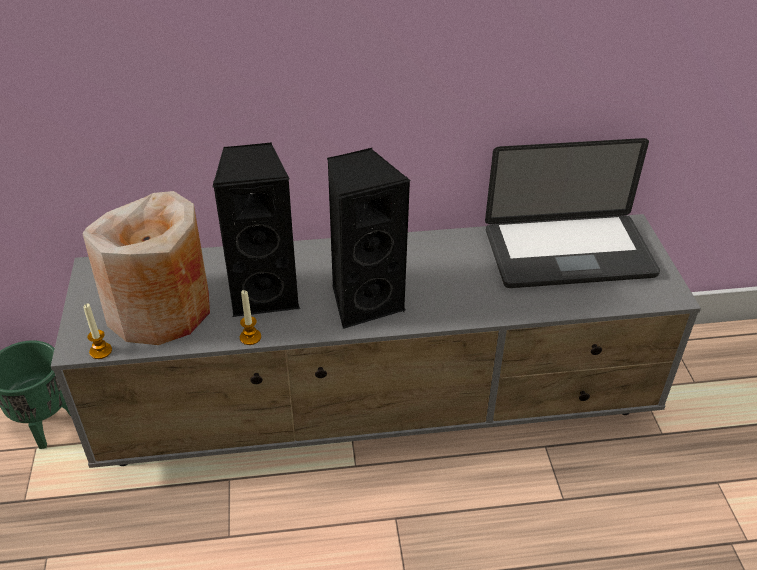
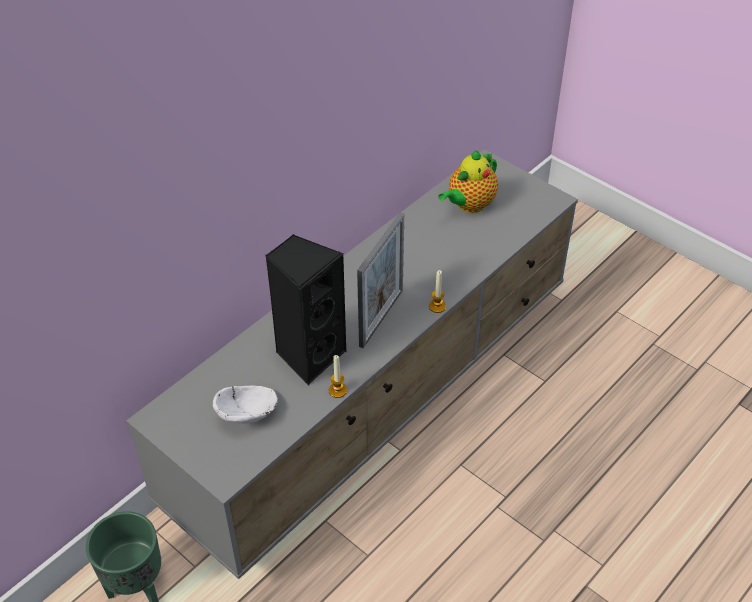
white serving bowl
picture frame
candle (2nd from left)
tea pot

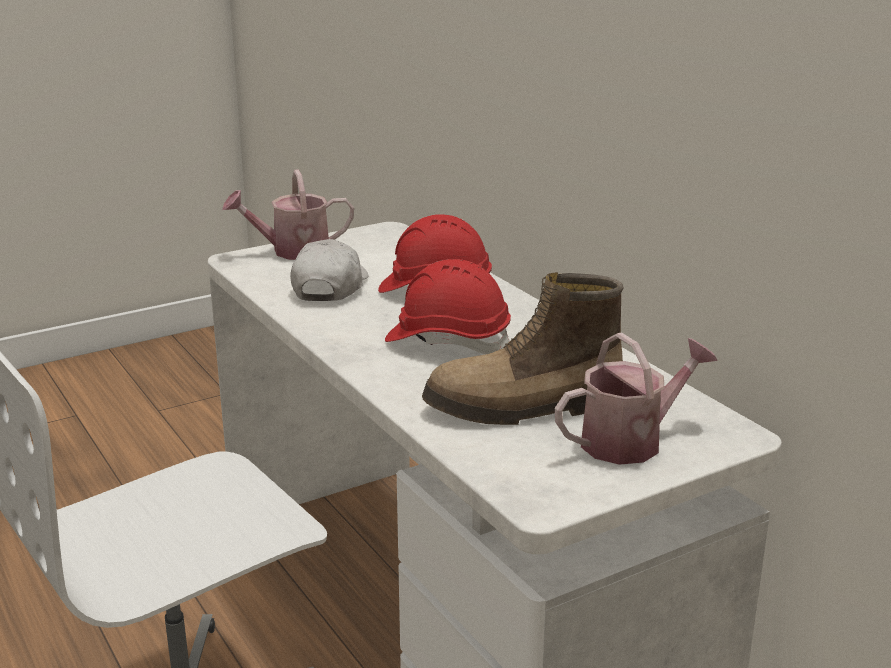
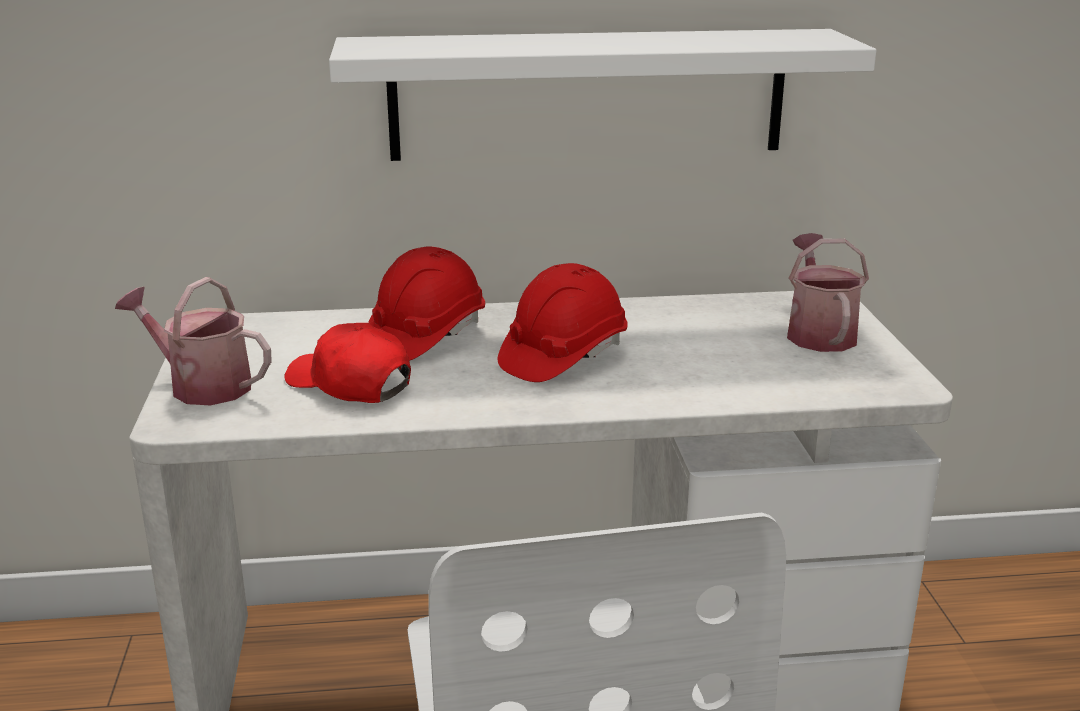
watering can (1st from left)
reddish baseball cap
white wall shelf
boot

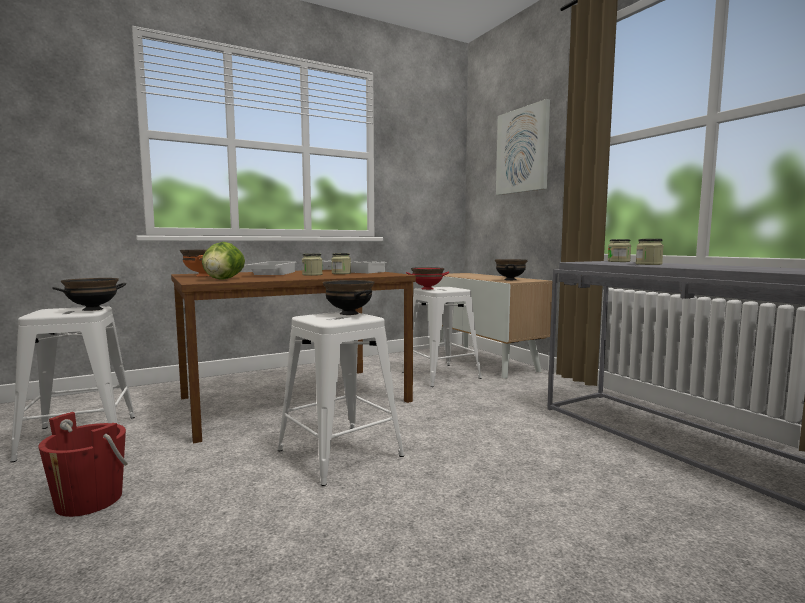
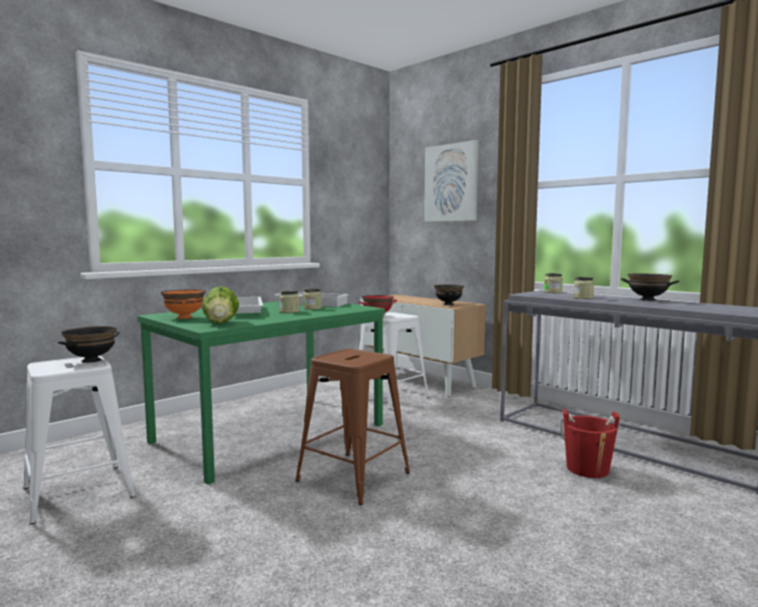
green-coloured dinner table
brownish stool
reddish pail
black serving bowl (3rd from left)

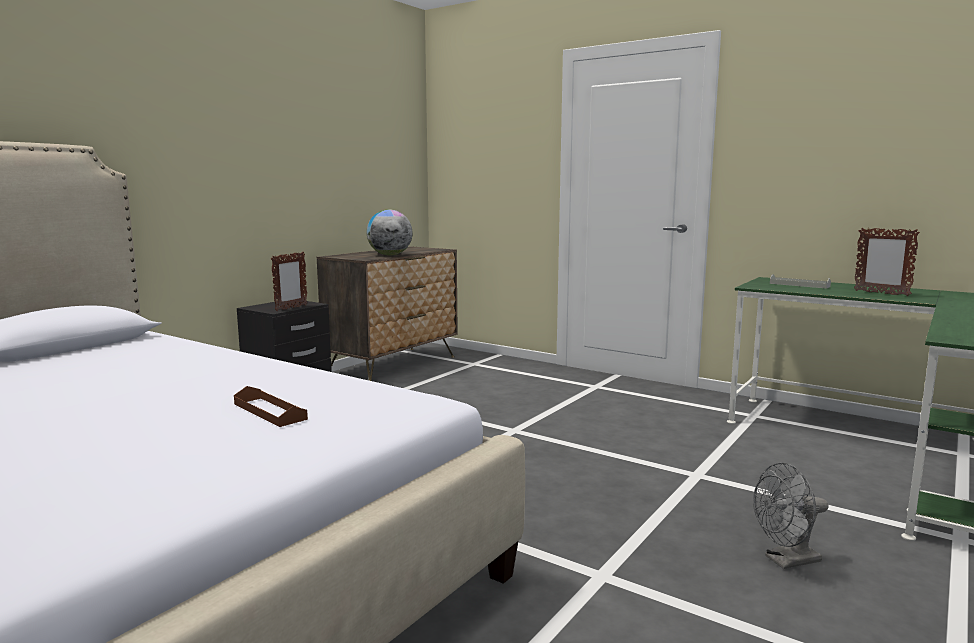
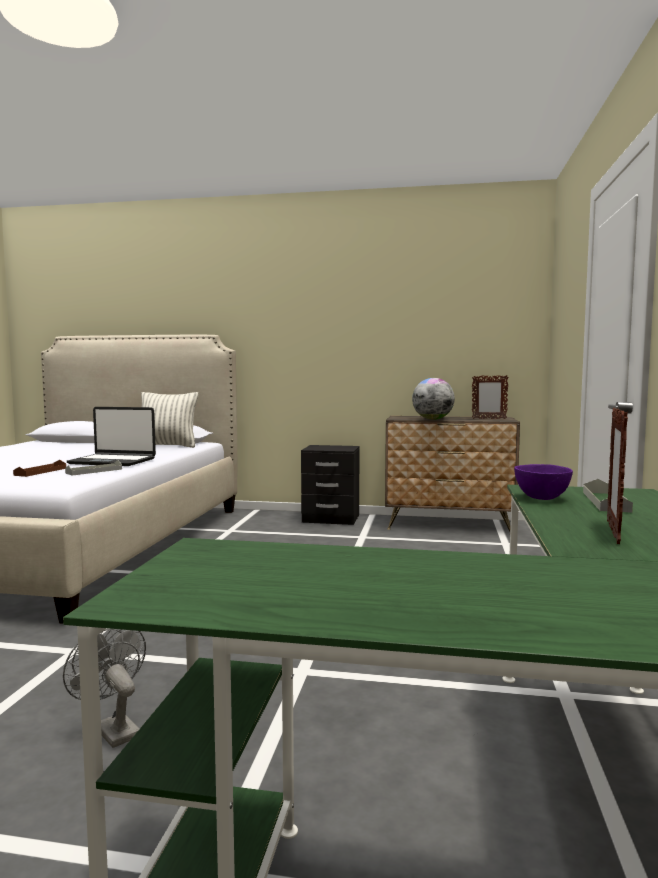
greyish carrying tray (1st from left)
portable computer
cushion
picture frame (1st from left)
purple-coloured serving bowl

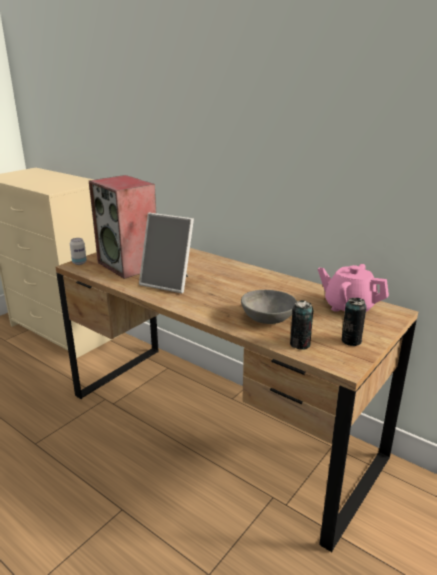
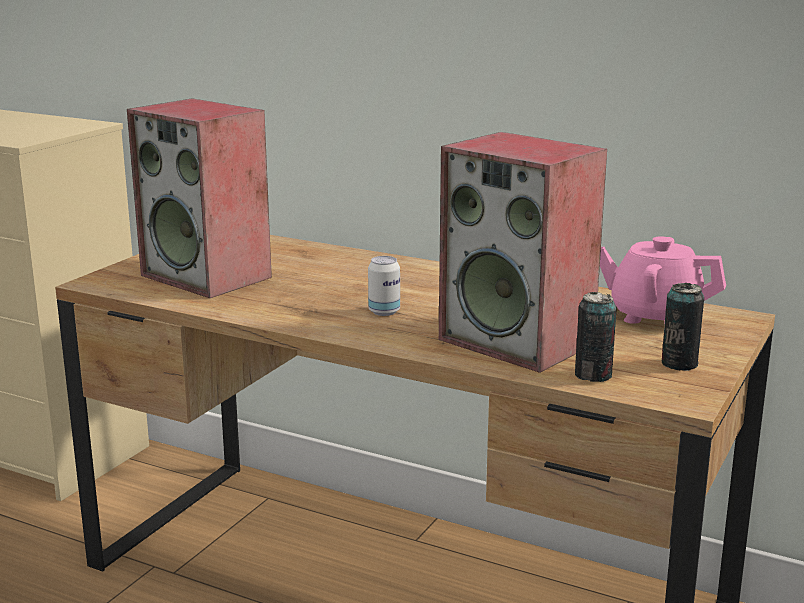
can (1st from left)
audio speaker (2nd from left)
picture frame

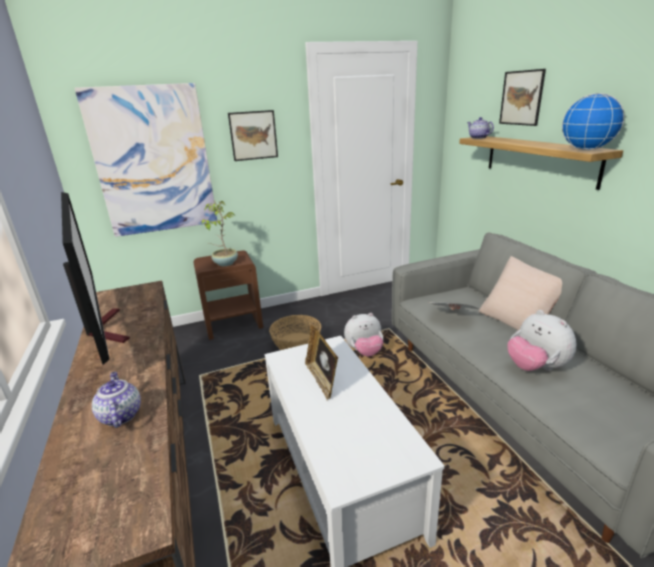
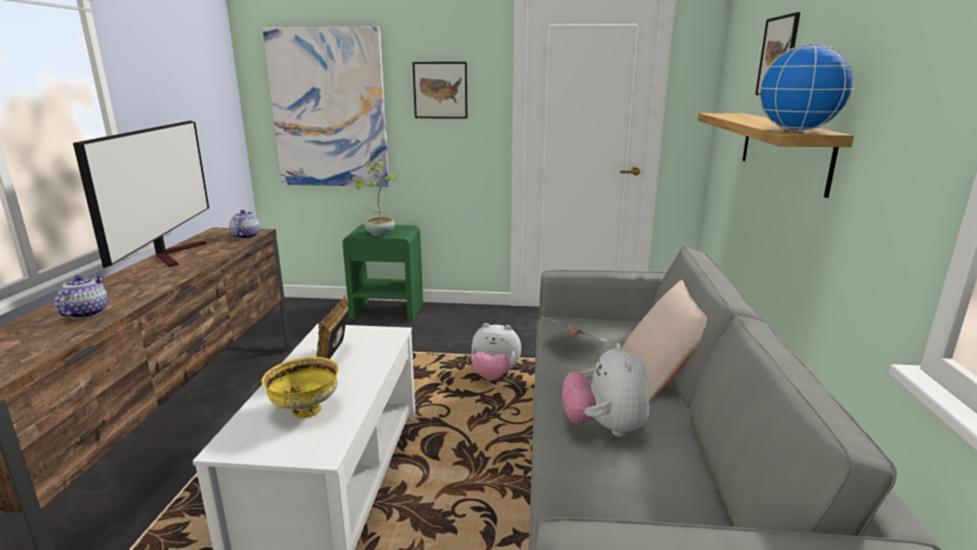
tea pot (2nd from left)
yellow-coloured serving bowl
green-coloured bedside table
storage basket

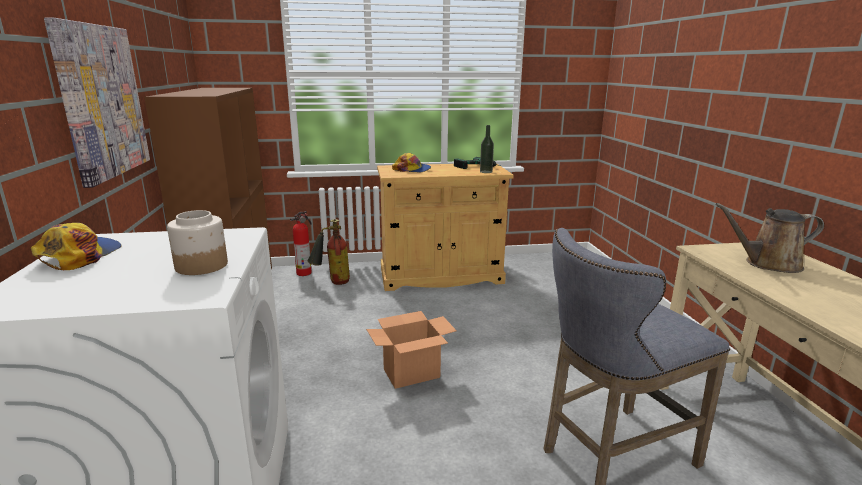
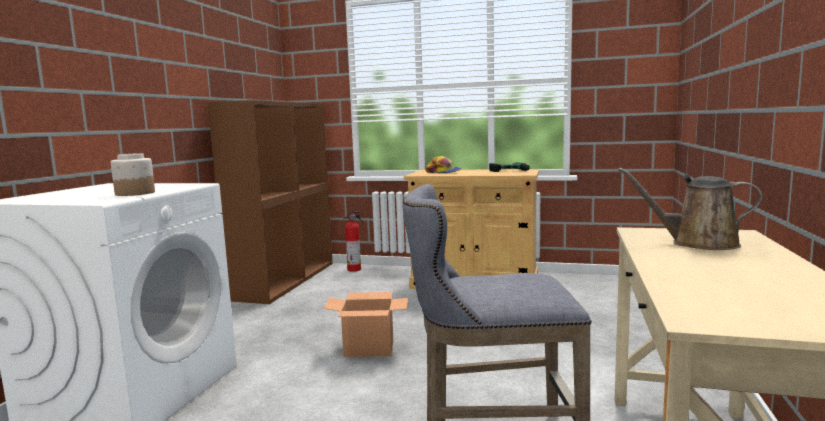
baseball cap (1st from left in the first image)
wall art
fire-fighting cylinder (2nd from left in the first image)
drink bottle

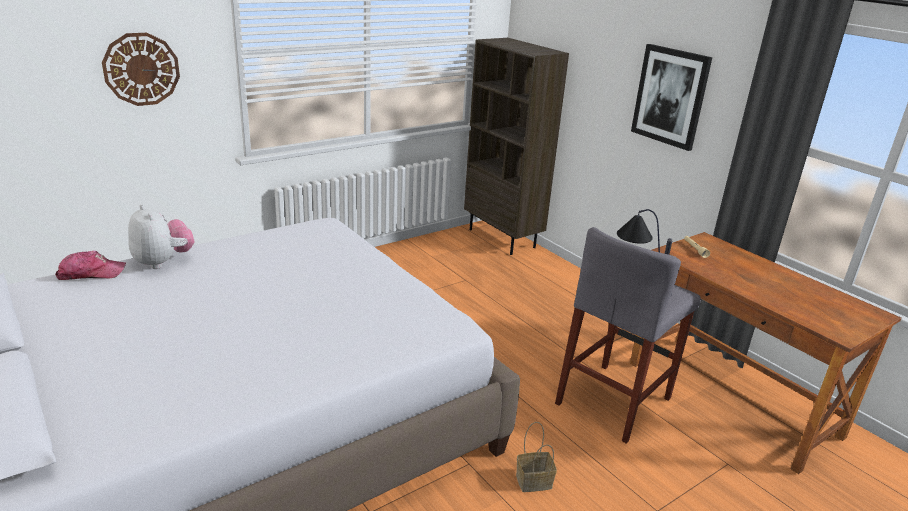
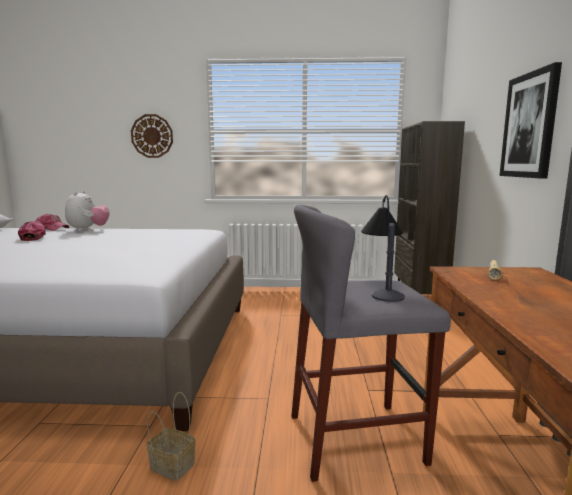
baseball cap (1st from left)

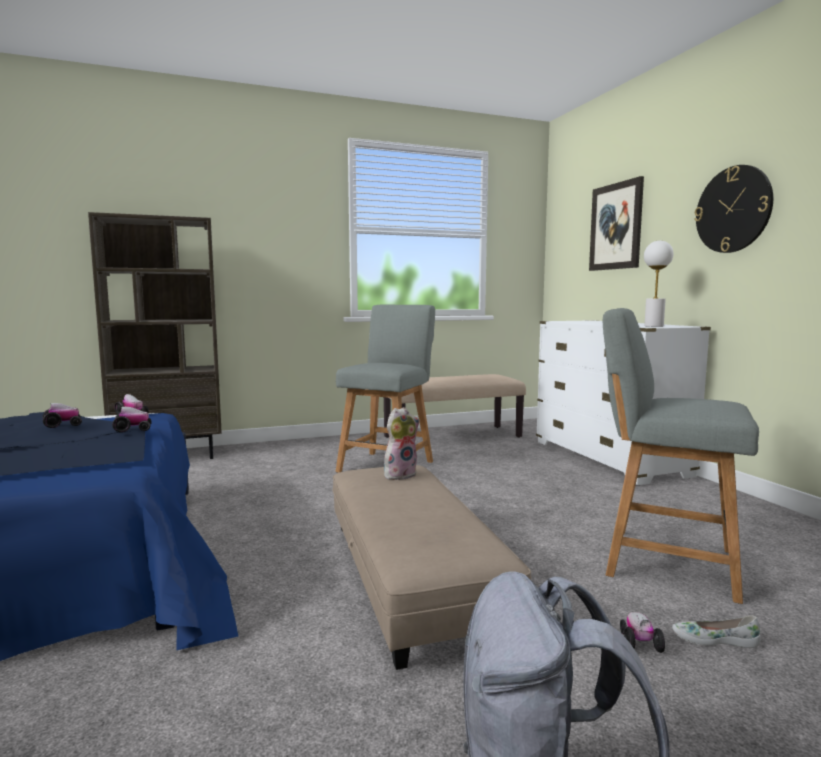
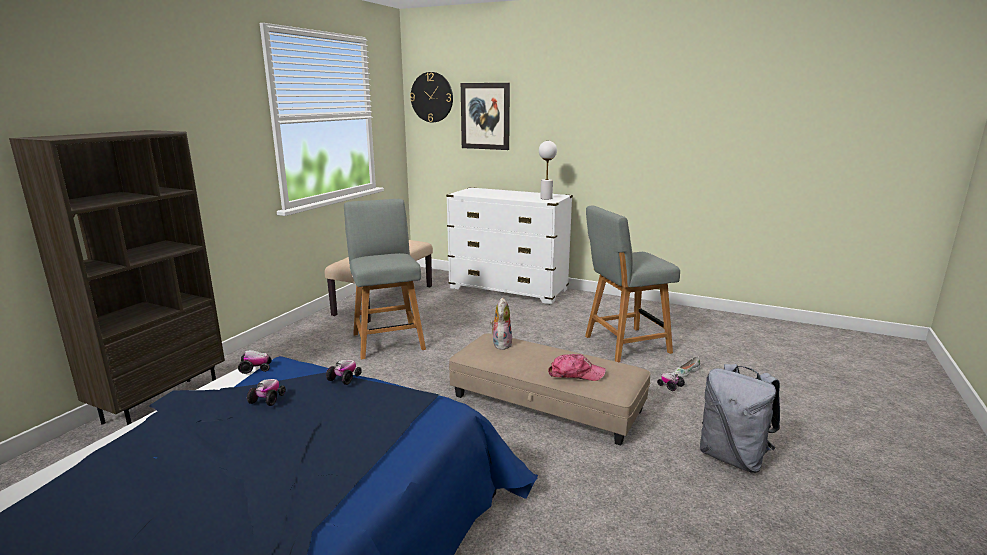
hanging clock
baseball cap

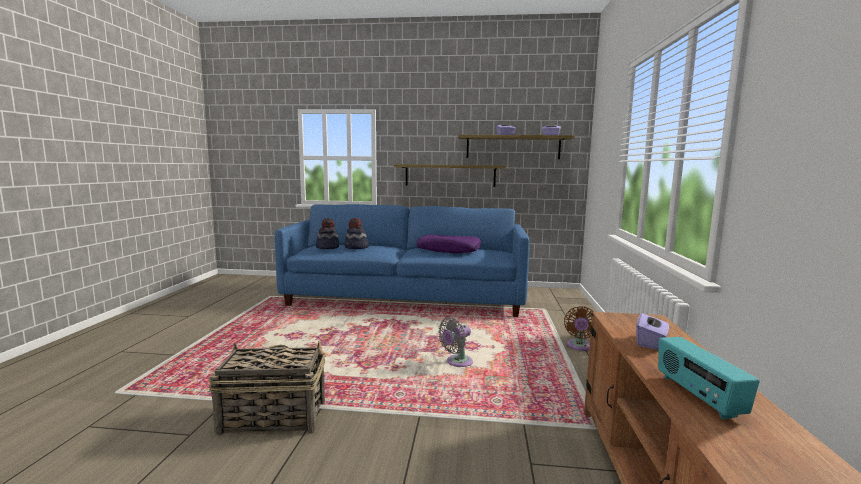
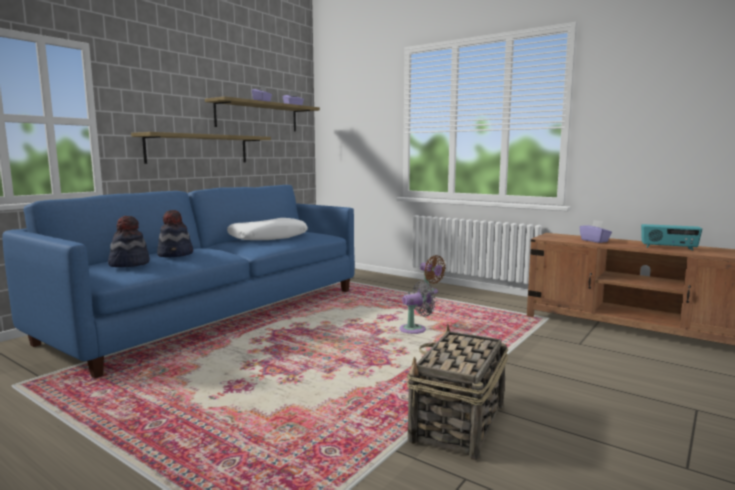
white cushion
greyish electric fan

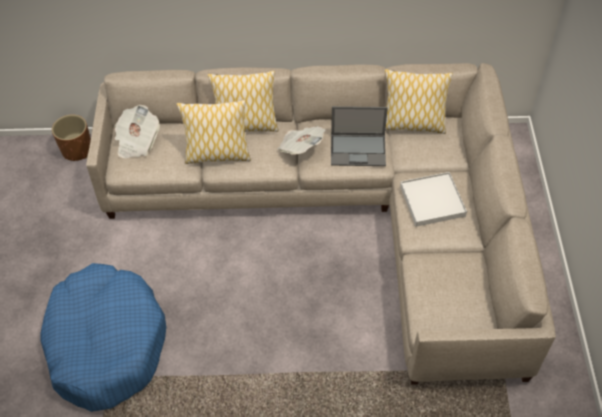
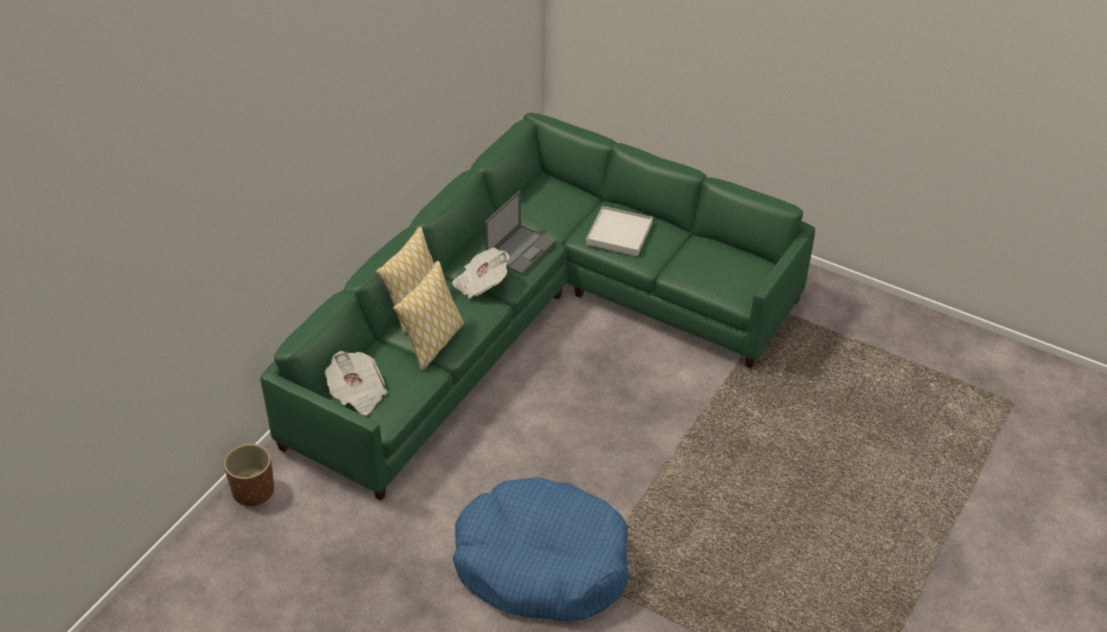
green-coloured settee
cushion (3rd from left in the first image)

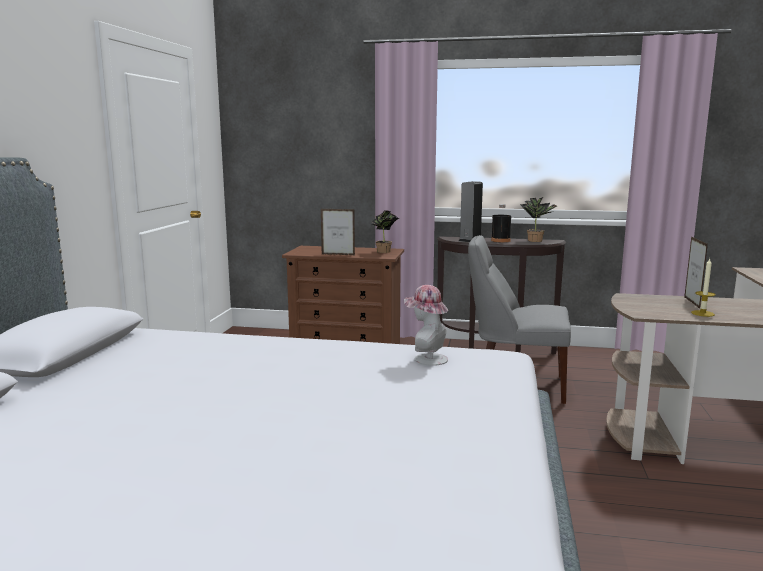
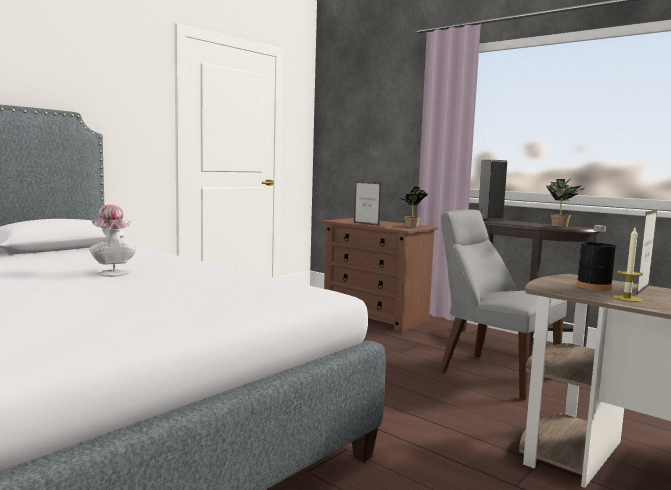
wearable hat
black drink bottle

